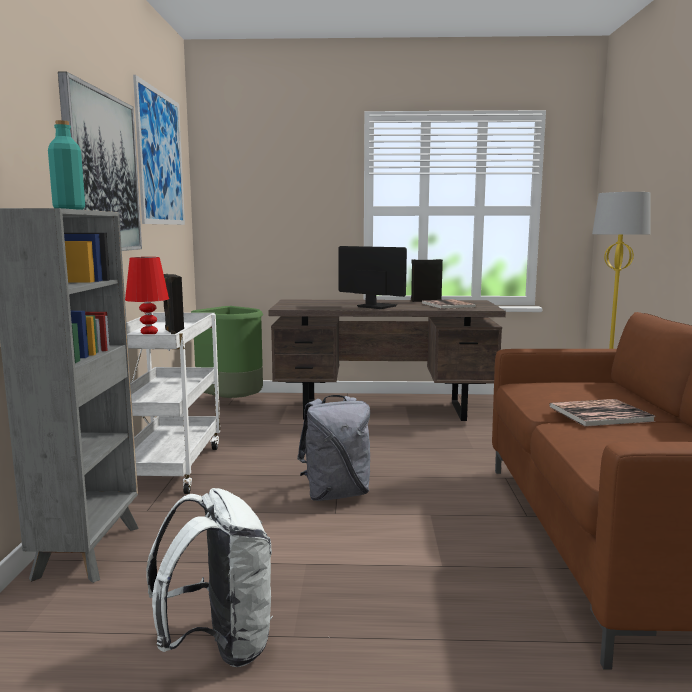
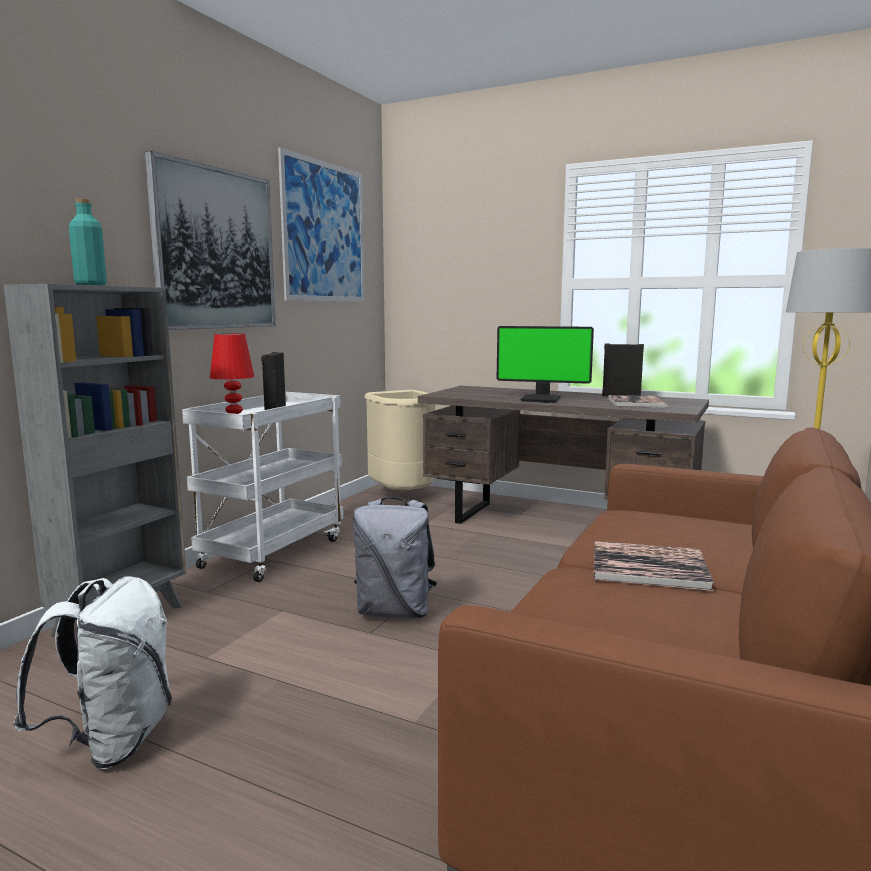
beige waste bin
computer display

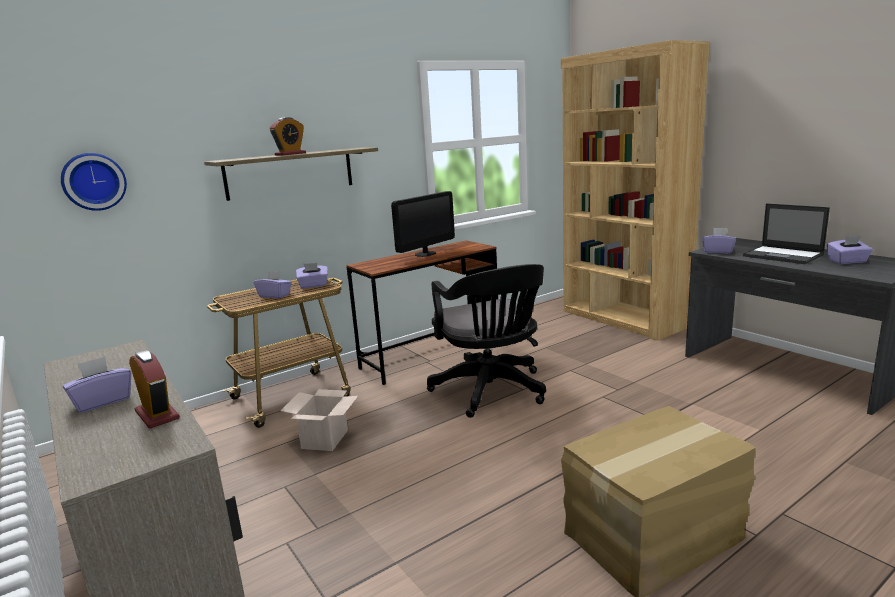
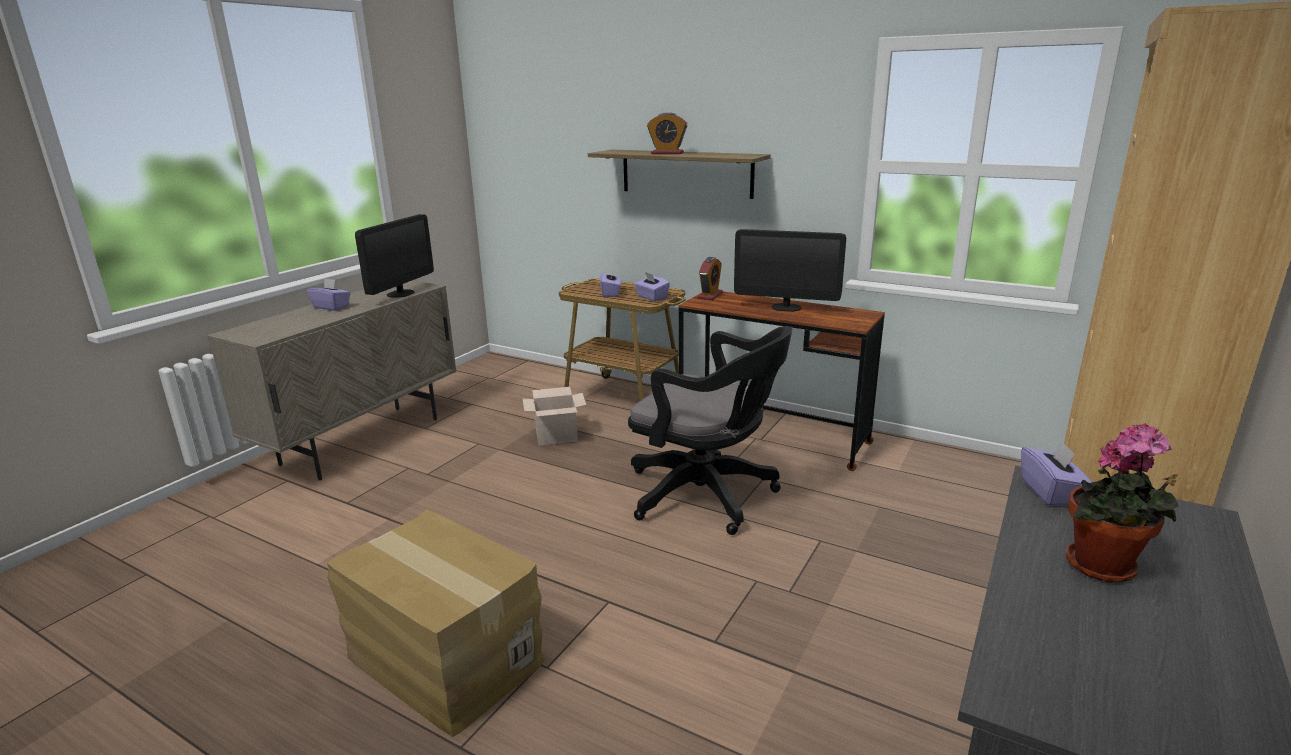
computer display (1st from left)
black office chair
bedside clock (2nd from left)
houseplant
hanging clock
purple-coloured tissue holder (5th from left in the first image)

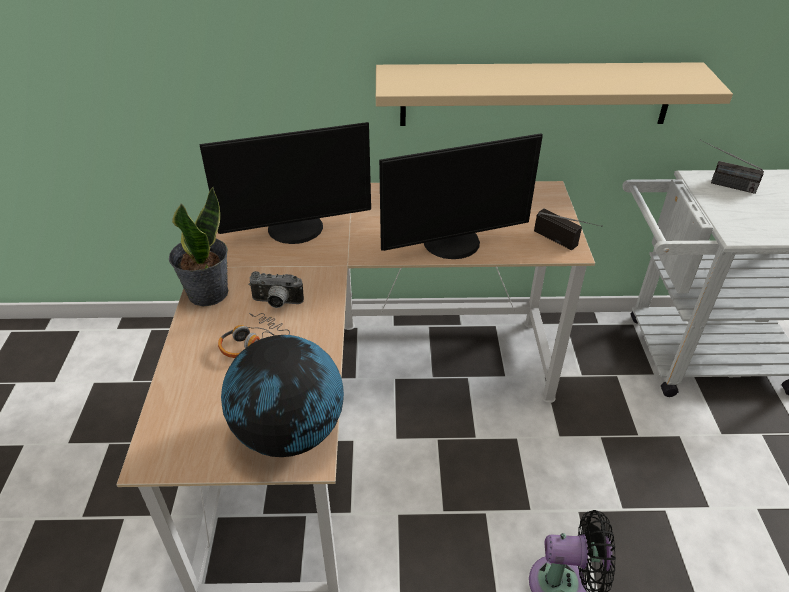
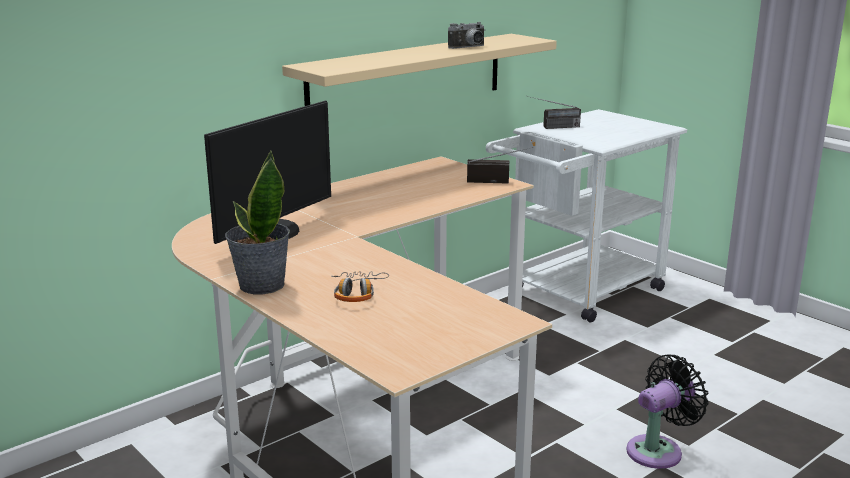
photo camera
globe
computer display (2nd from left in the first image)

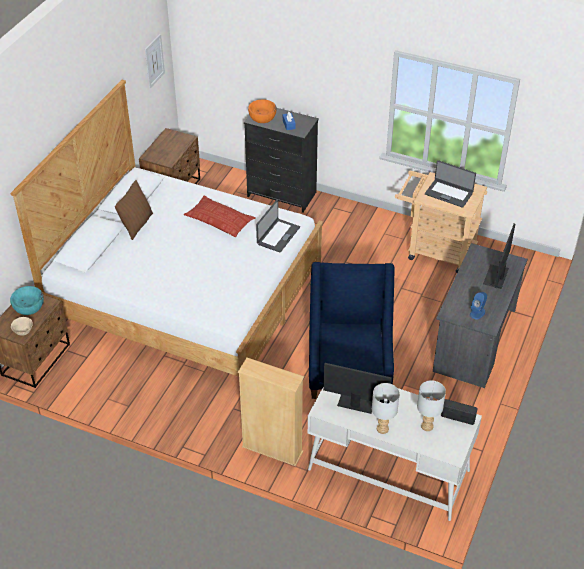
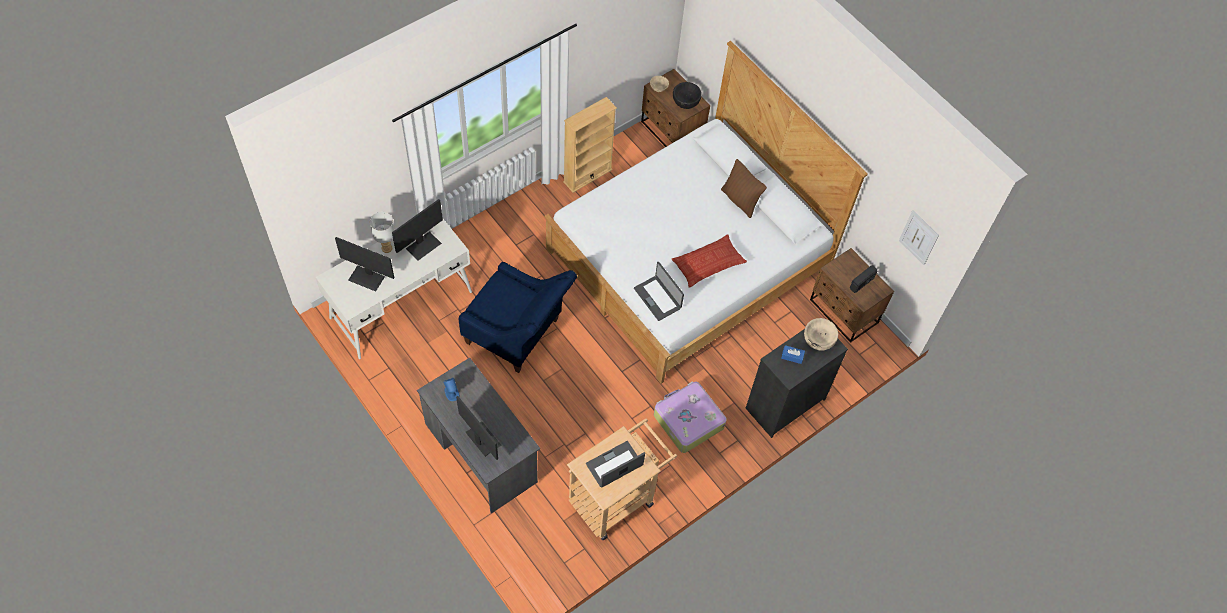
computer display (1st from left)
beige bookshelf
piece of luggage
black serving bowl
beige serving bowl (2nd from left)
radio

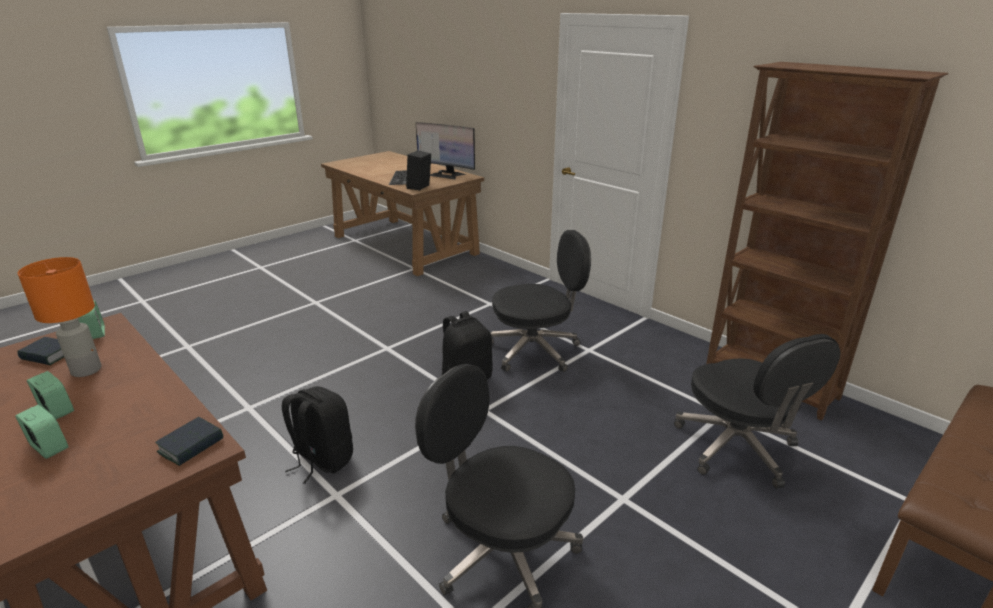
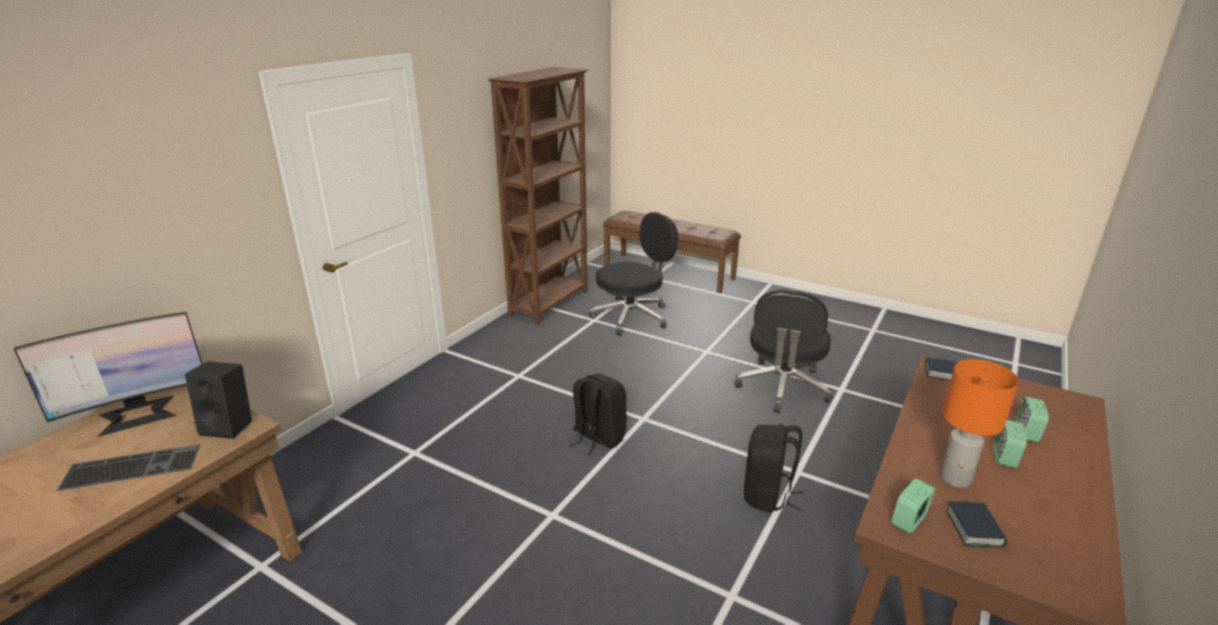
computer display
black office chair (2nd from left in the first image)

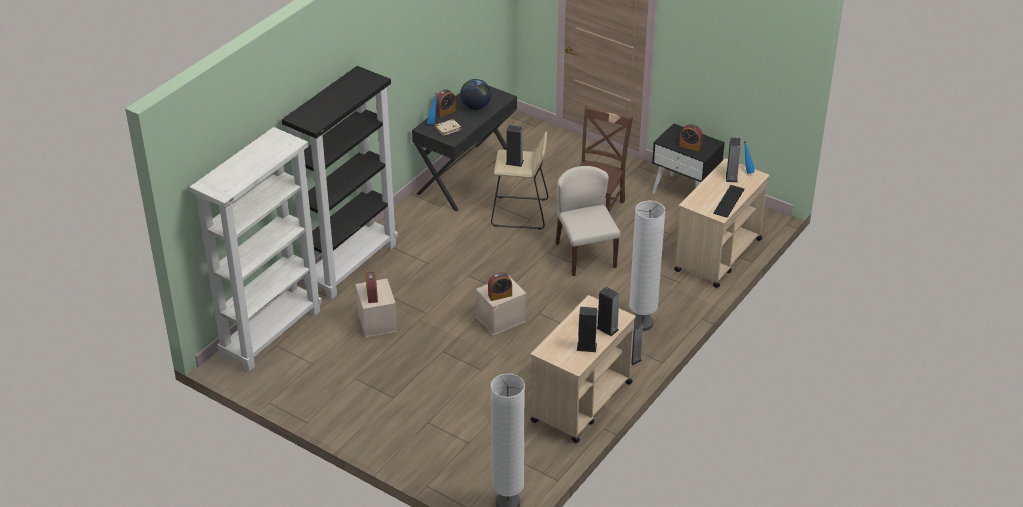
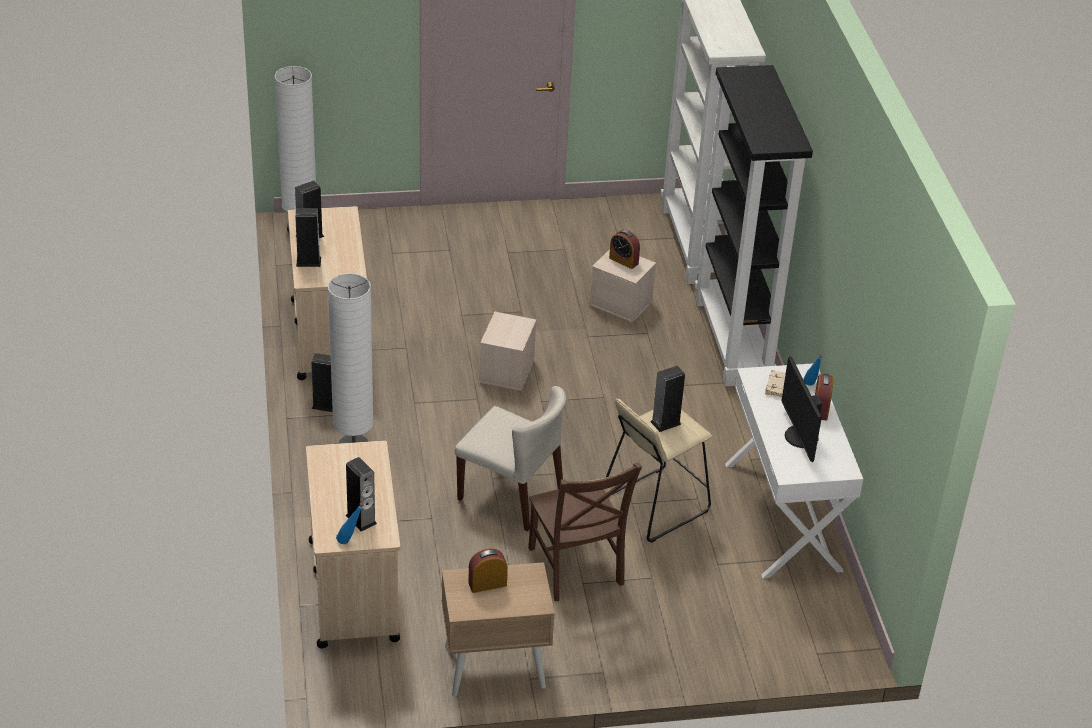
beige bedside table
white desk unit
computer display
bedside clock (3rd from left in the first image)
keyboard

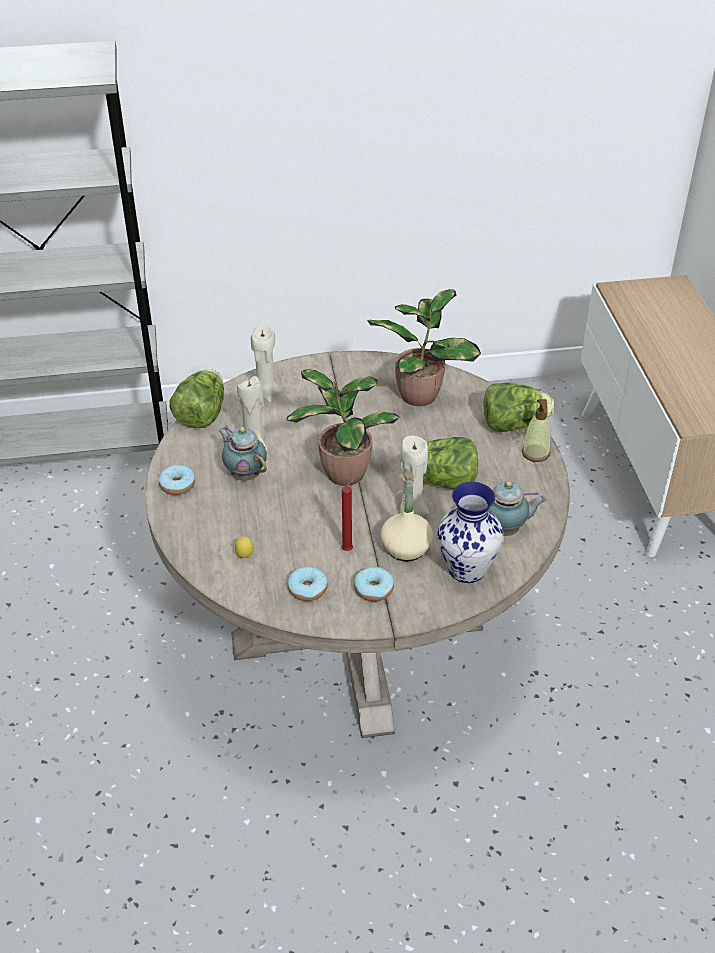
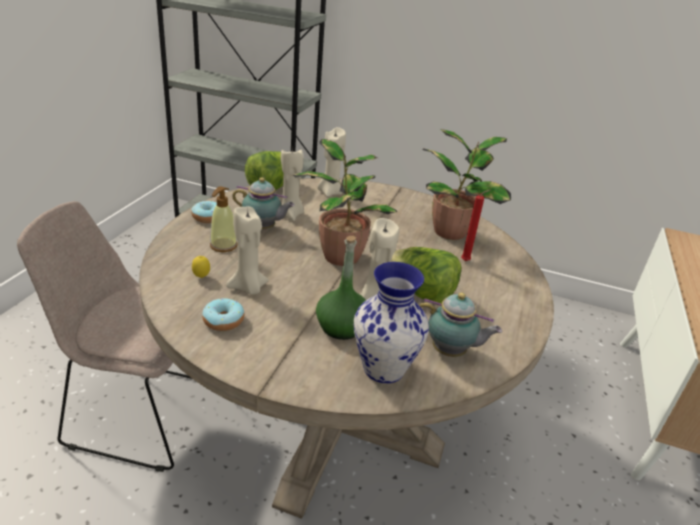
beige plain chair
soap dispenser
beige candle (1st from left)
tea pot (1st from left)
green-coloured drink bottle
reddish candle
doughnut (3rd from left in the first image)
lettuce head (3rd from left in the first image)

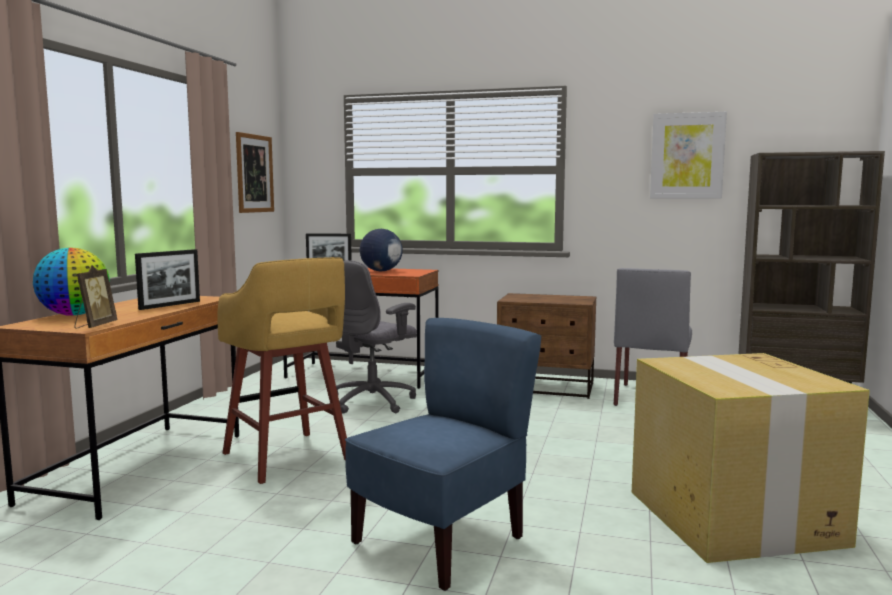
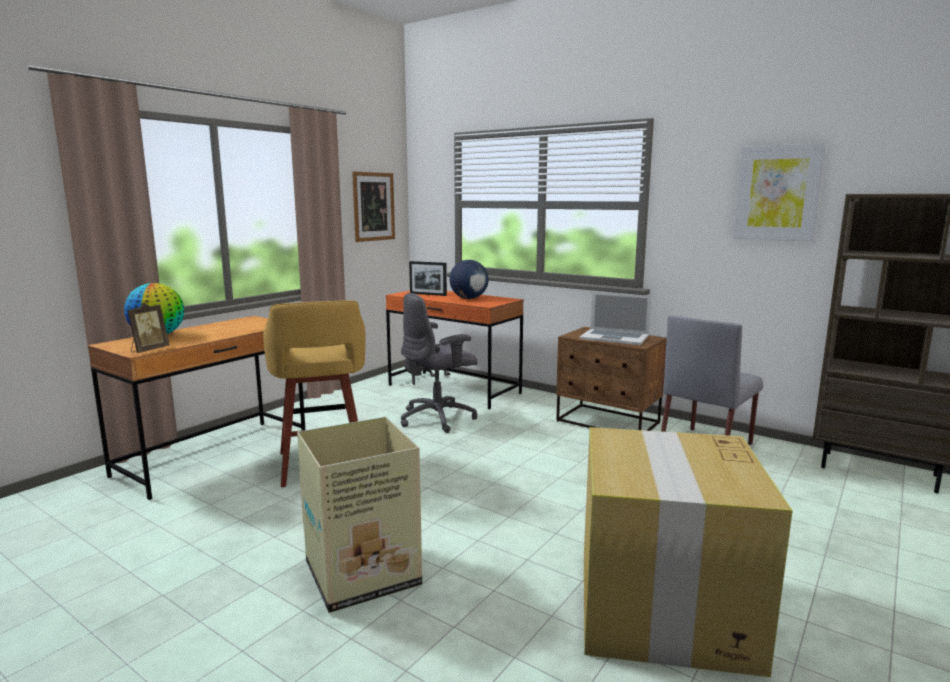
packing box (1st from left)
portable computer
picture frame (2nd from left in the first image)

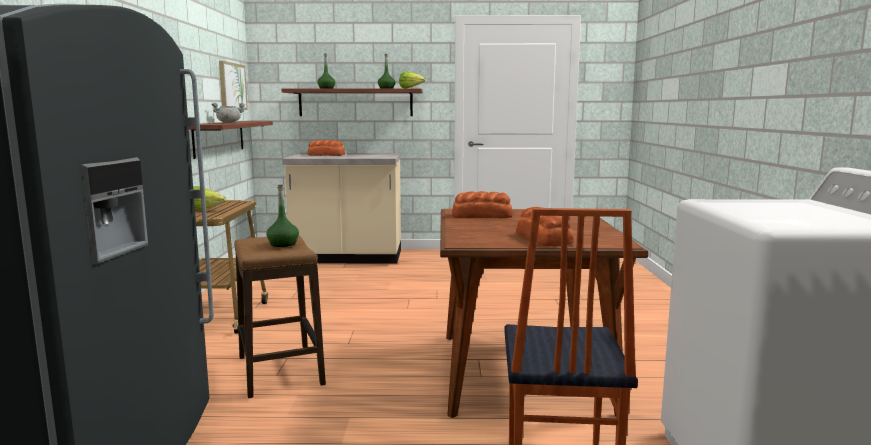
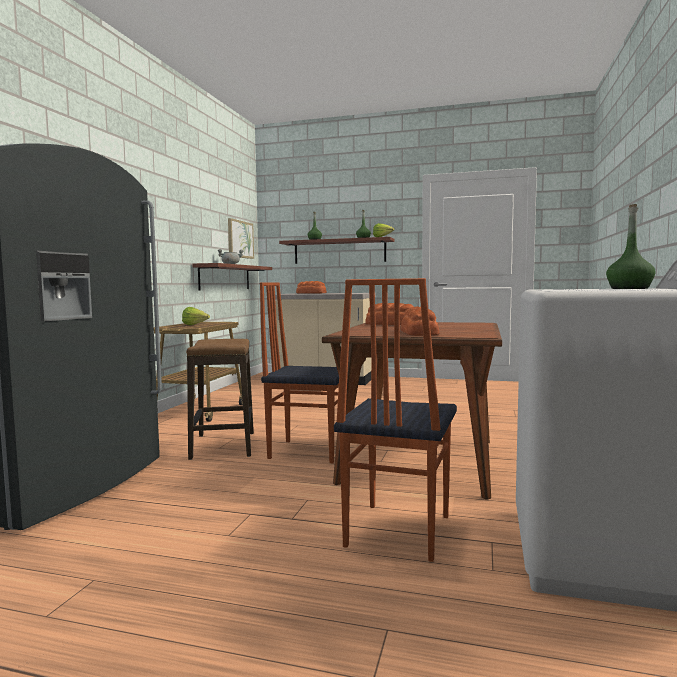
plain chair (1st from left)
green-coloured drink bottle (3rd from left)

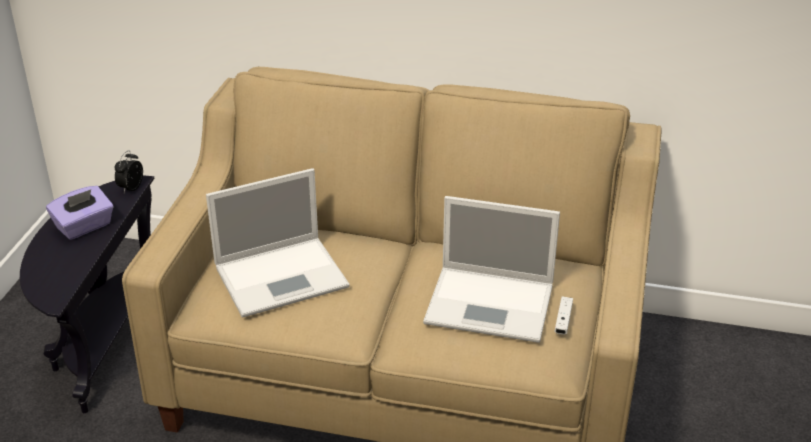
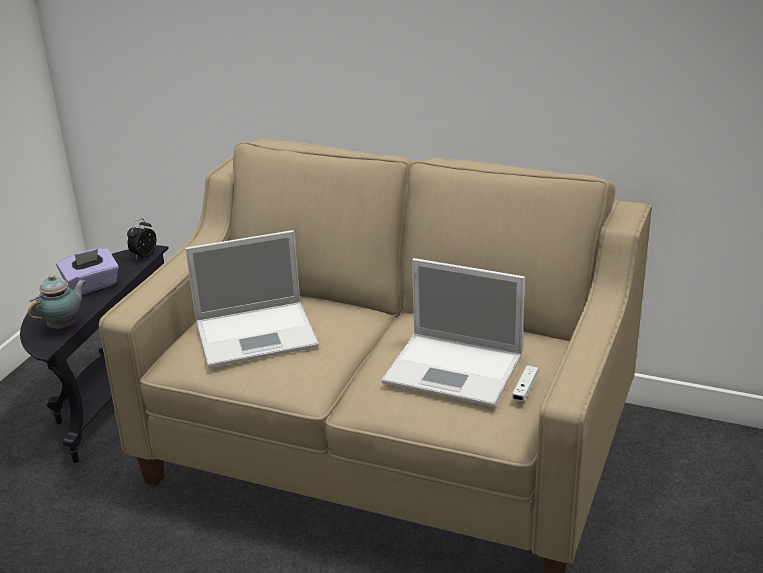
tea pot

